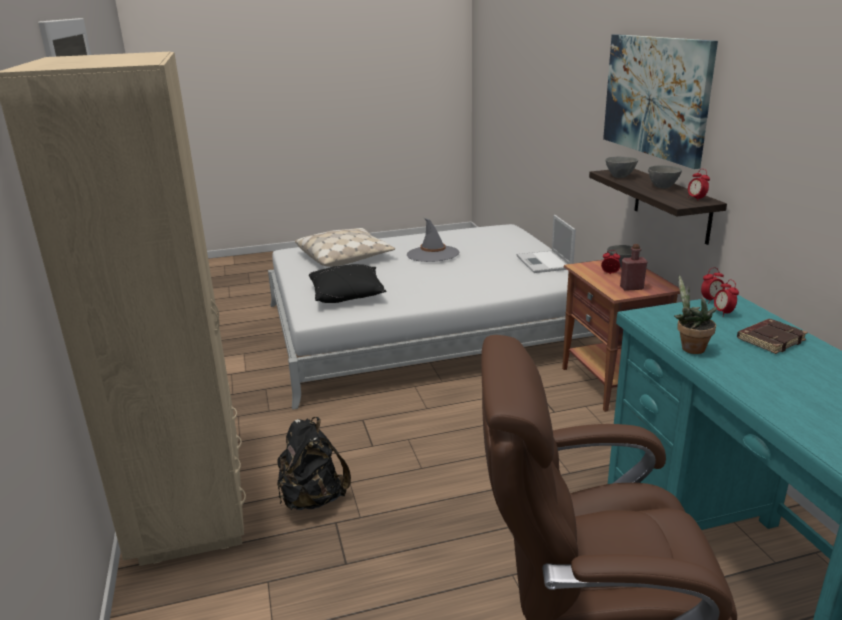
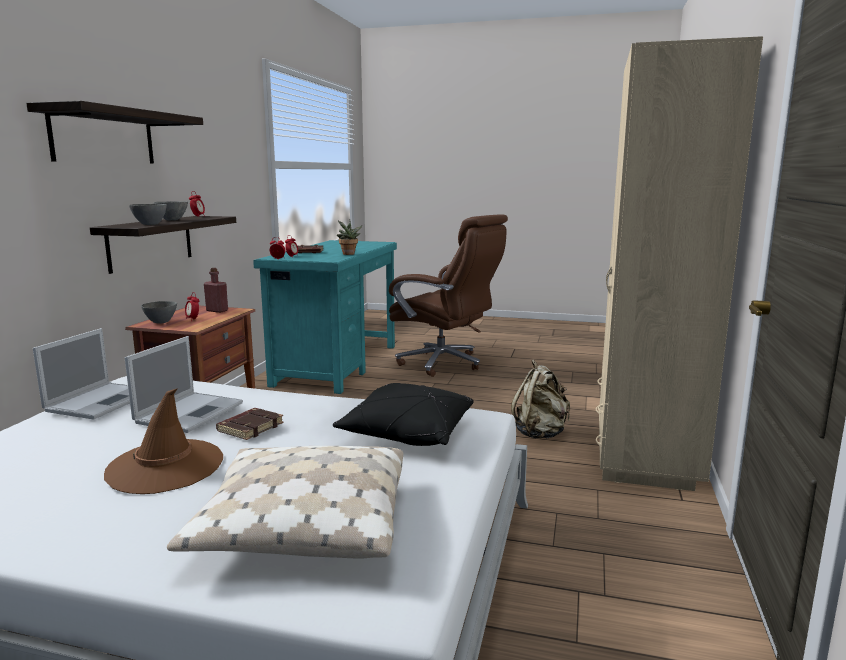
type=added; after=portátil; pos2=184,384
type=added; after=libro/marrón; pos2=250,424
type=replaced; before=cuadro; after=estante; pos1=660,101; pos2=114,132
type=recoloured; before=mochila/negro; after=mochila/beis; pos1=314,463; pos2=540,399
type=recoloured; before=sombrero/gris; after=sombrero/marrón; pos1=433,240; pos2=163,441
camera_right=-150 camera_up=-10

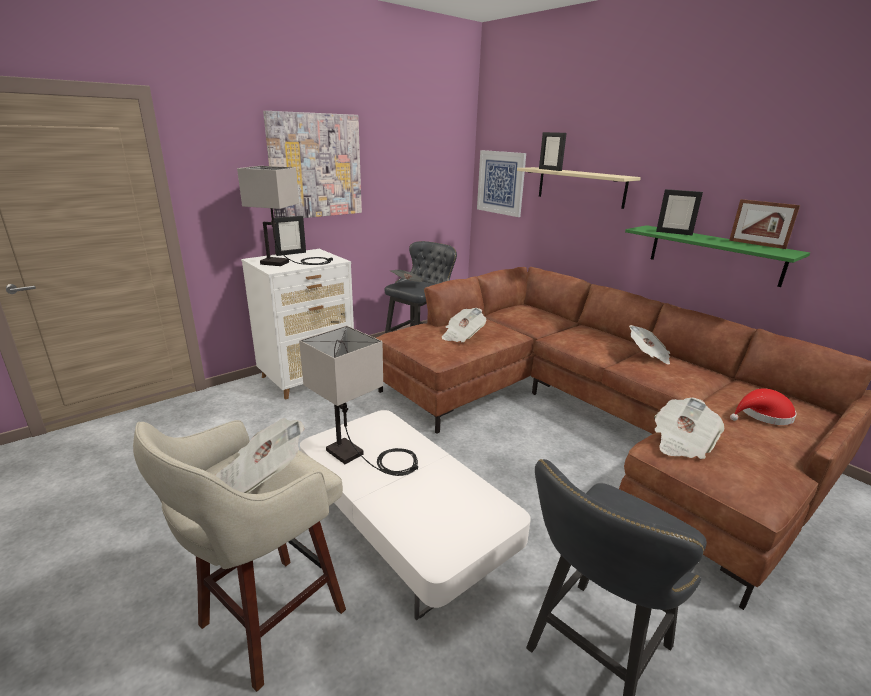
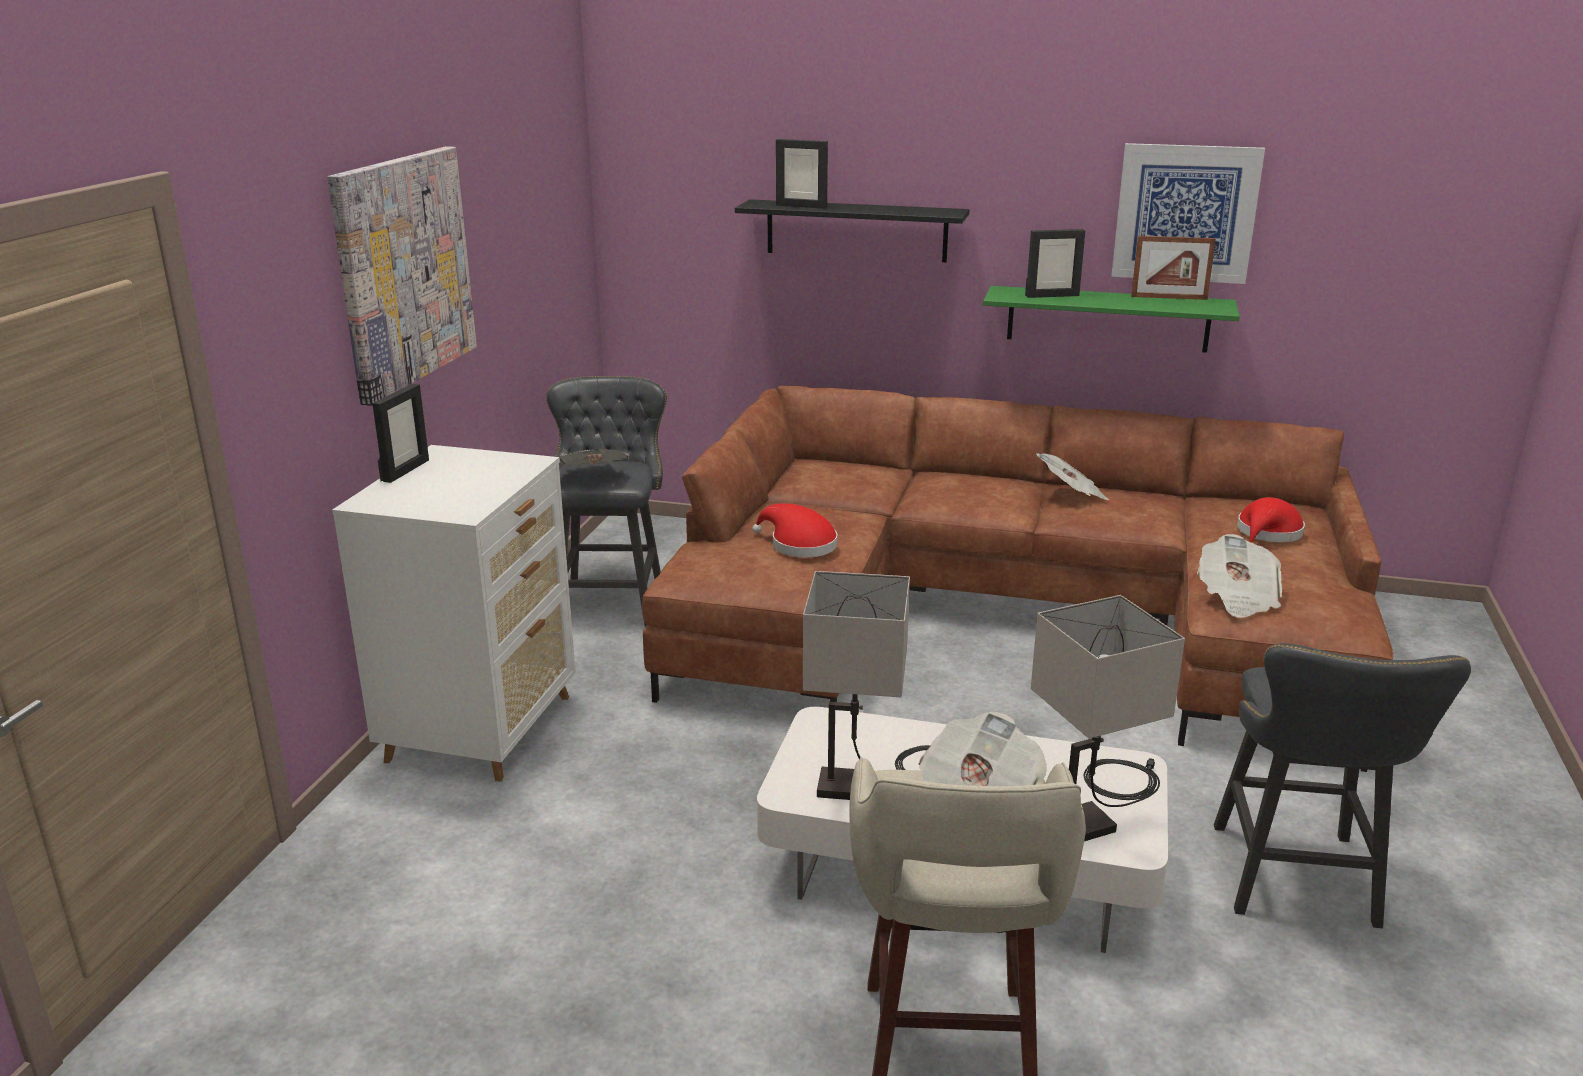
type=moved; before=lámpara de mesa; pos1=285,216; pos2=1108,718
type=moved; before=cuadro; pos1=501,183; pos2=1188,213
type=replaced; before=periódico; after=sombrero/rojo; pos1=463,325; pos2=795,530
type=recoloured; before=estante/beis; after=estante/negro; pos1=579,188; pos2=852,230
camera_right=-35 camera_up=0

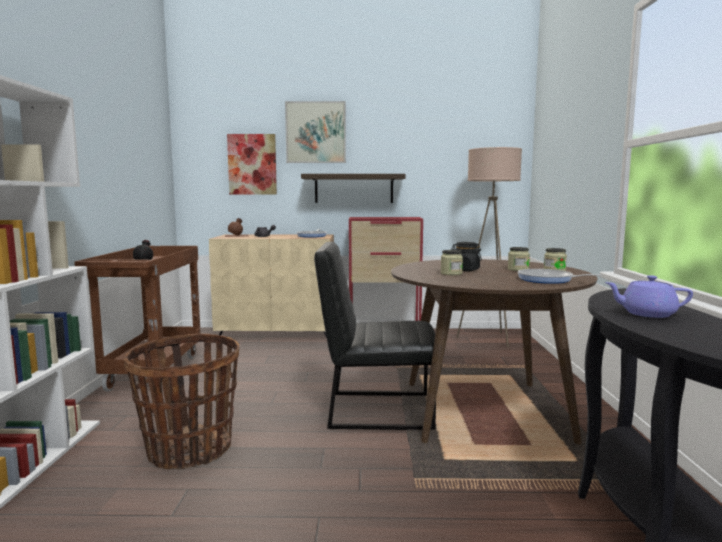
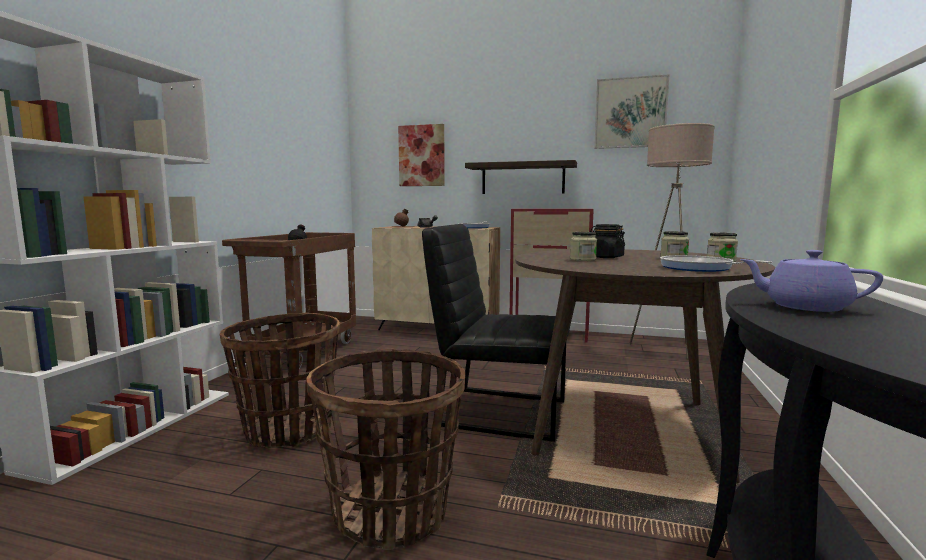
type=added; after=cesta; pos2=386,449
type=moved; before=cuadro; pos1=315,132; pos2=632,111
camera_right=15 camera_up=0

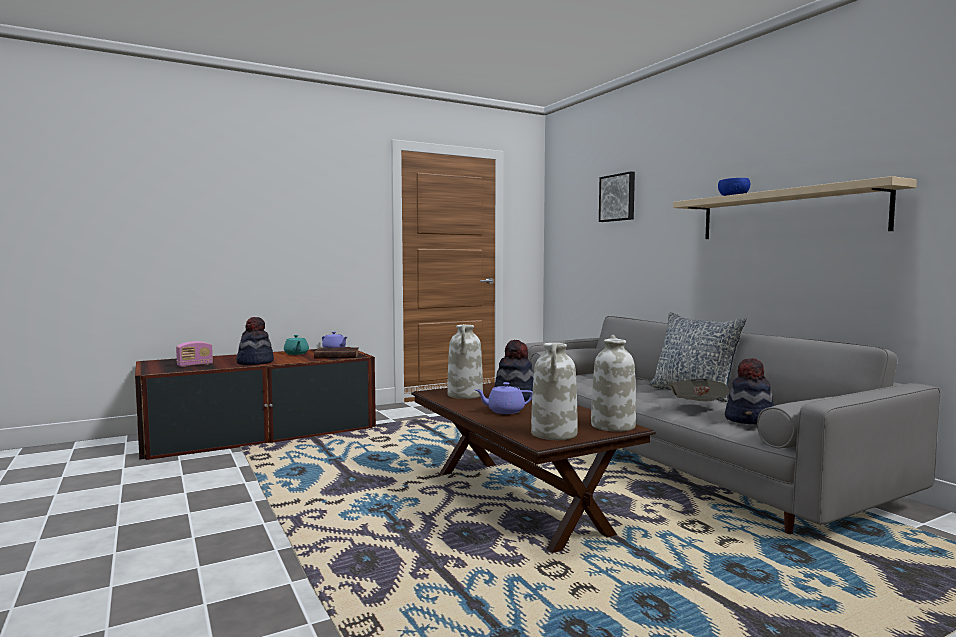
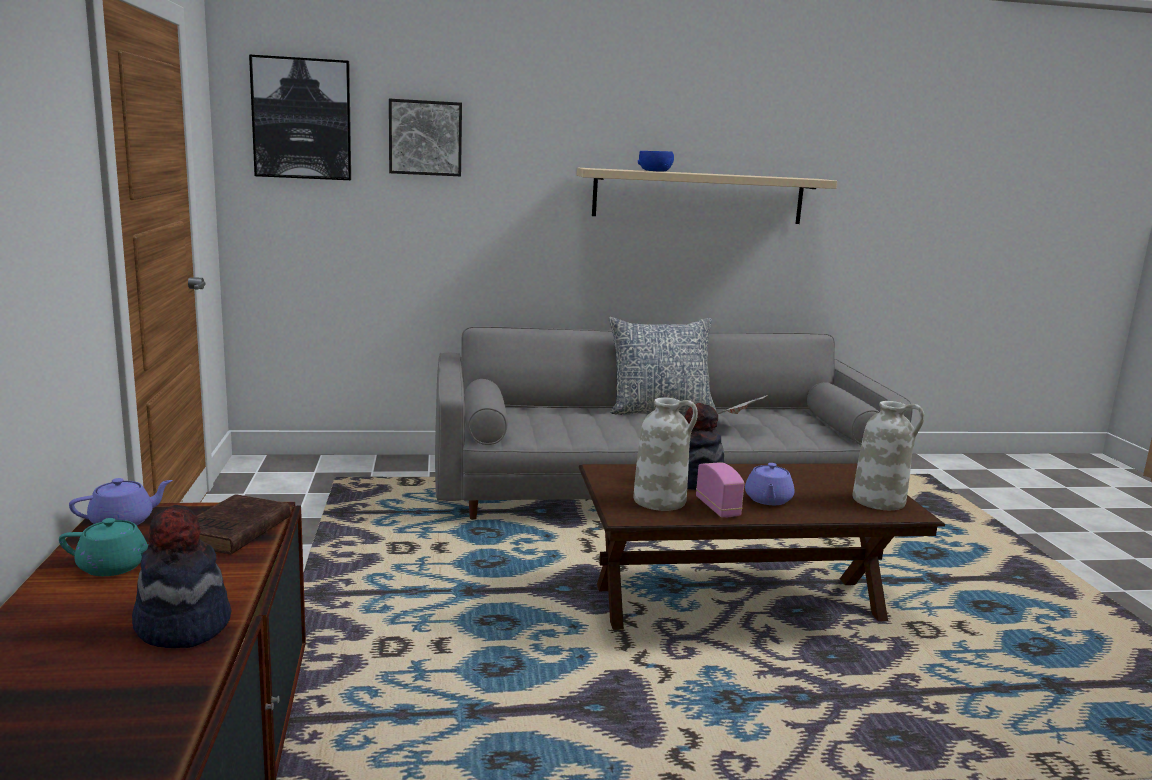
type=removed; before=florero/blanco; pos1=613,383
type=removed; before=sombrero; pos1=749,391
type=added; after=cuadro; pos2=300,117
type=moved; before=radio; pos1=194,354; pos2=720,489
camera_right=-70 camera_up=10

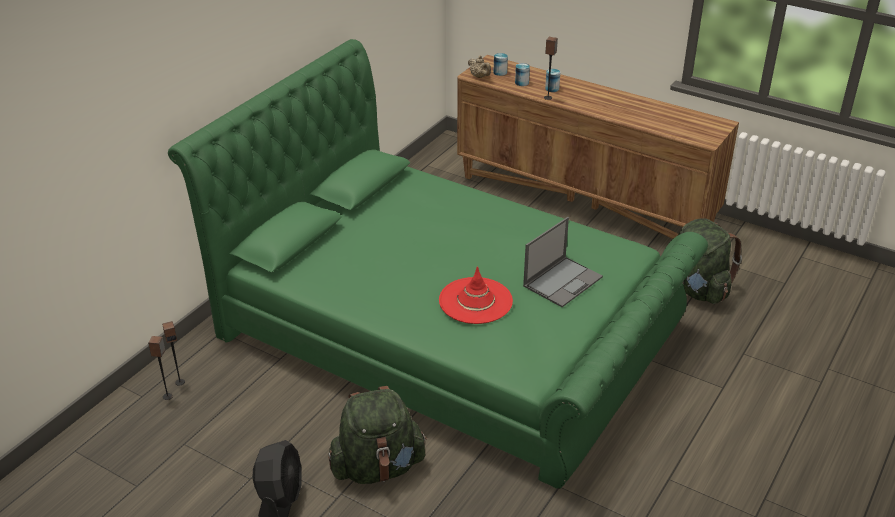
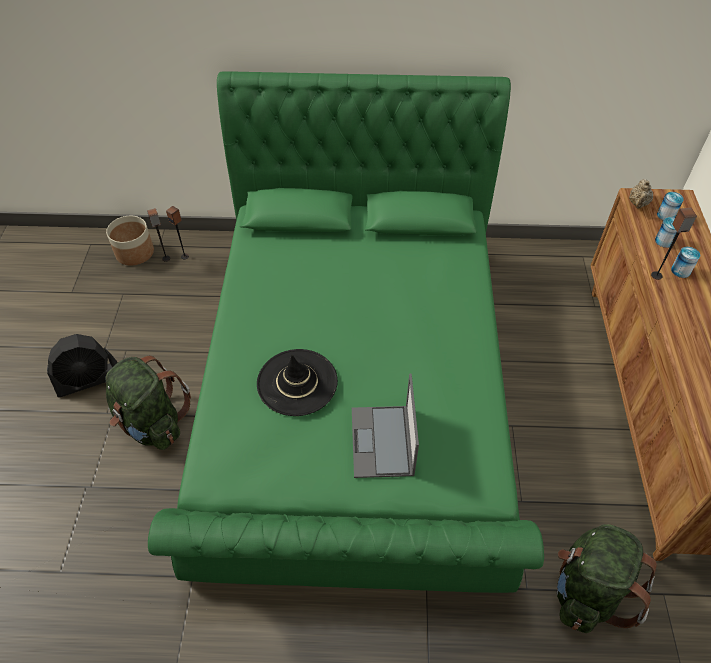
type=added; after=maceta; pos2=130,241
type=recoloured; before=sombrero/rojo; after=sombrero/negro; pos1=476,295; pos2=297,382
type=turned; before=portátil; pos1=563,262; pos2=385,425; turn=75
camera_right=60 camera_up=15

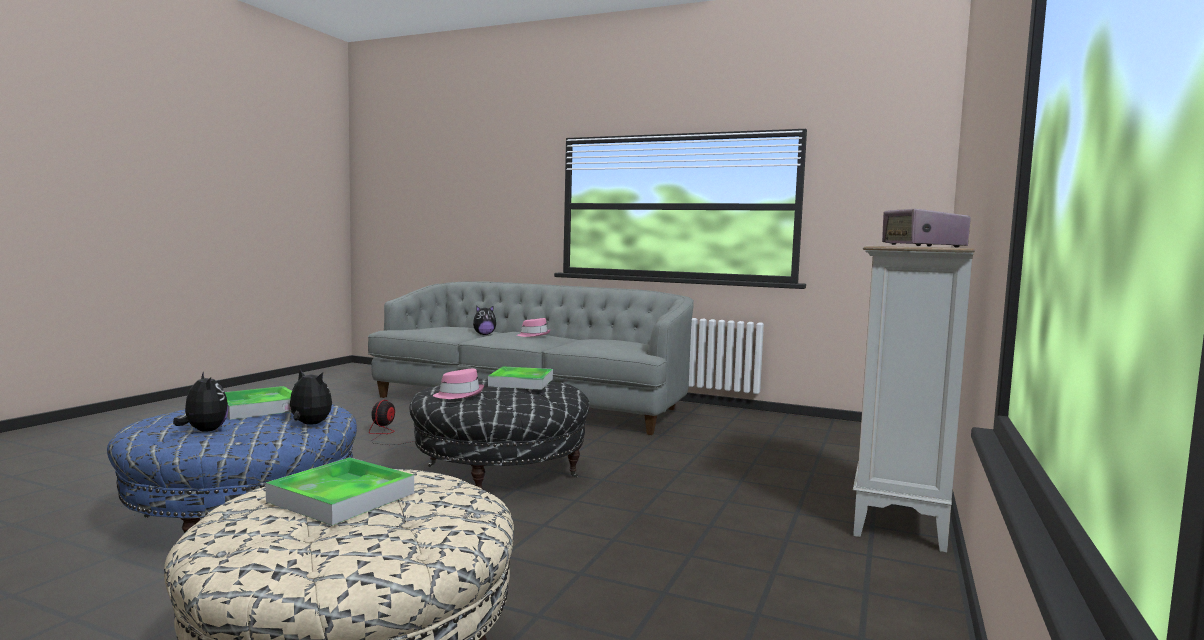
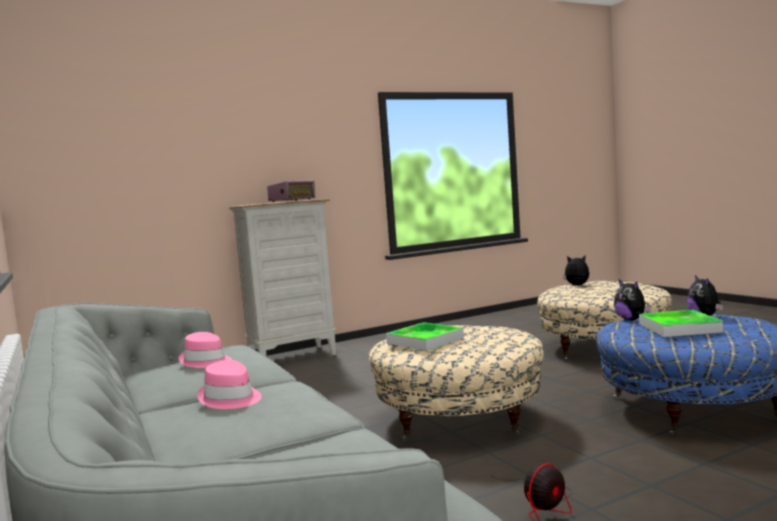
type=removed; before=bandeja; pos1=339,491
type=moved; before=sombrero/rosa; pos1=458,384; pos2=205,350
type=moved; before=peluche; pos1=484,320; pos2=576,270
type=recoloured; before=puf/negro; after=puf/beis; pos1=499,434; pos2=456,383
camera_right=-140 camera_up=0

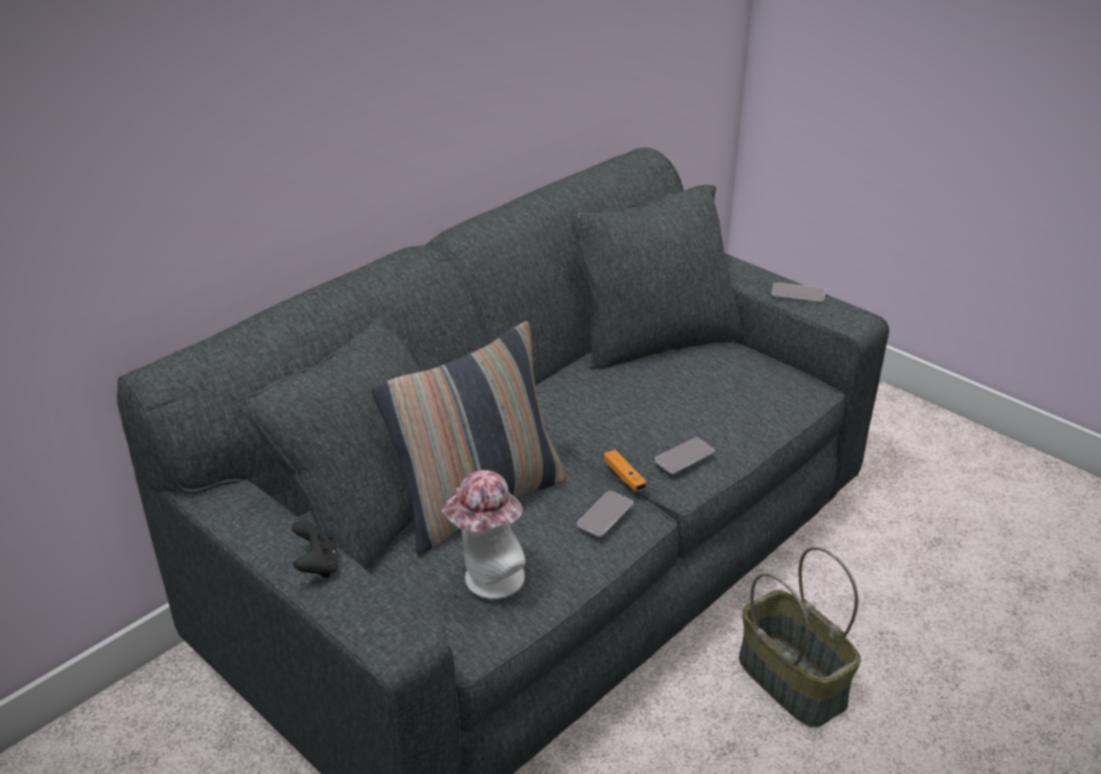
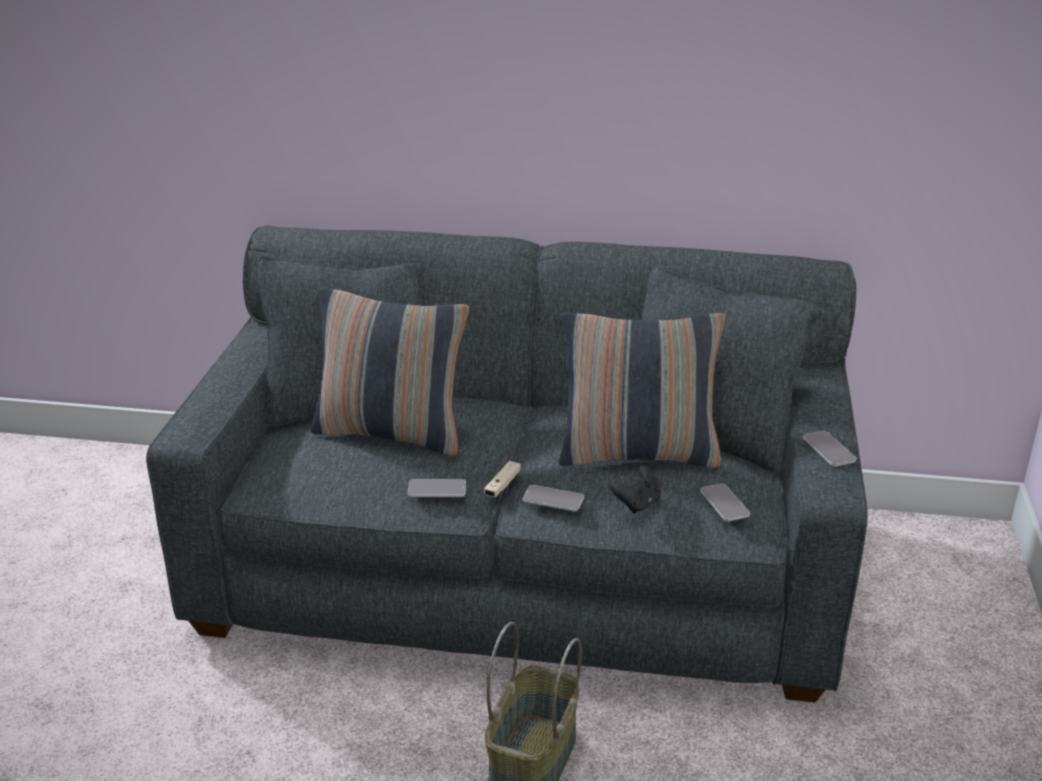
type=removed; before=sombrero; pos1=483,534
type=added; after=cojín; pos2=642,390
type=added; after=móvil; pos2=725,503
type=moved; before=mando de consola/negro; pos1=315,549; pos2=636,489
type=recoloured; before=mando de consola/naranja; after=mando de consola/beis; pos1=625,471; pos2=502,479
camera_right=55 camera_up=-5

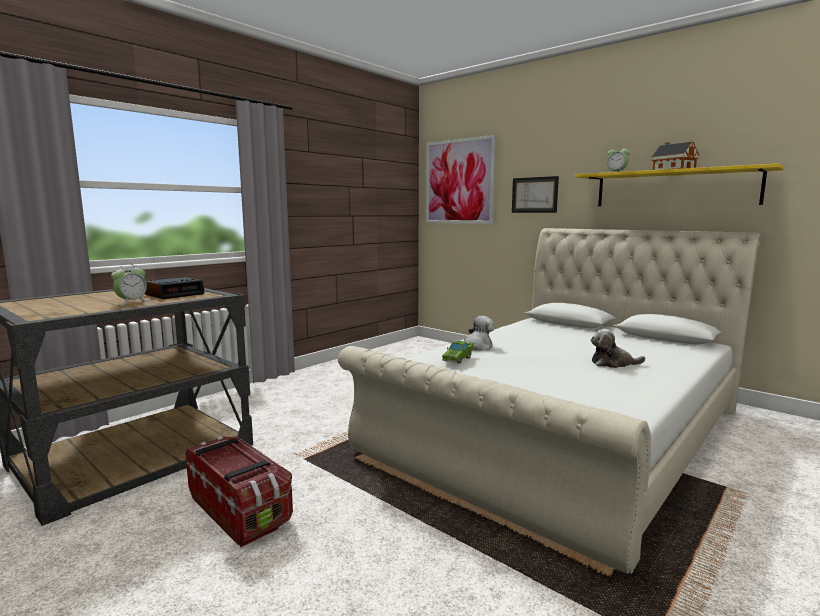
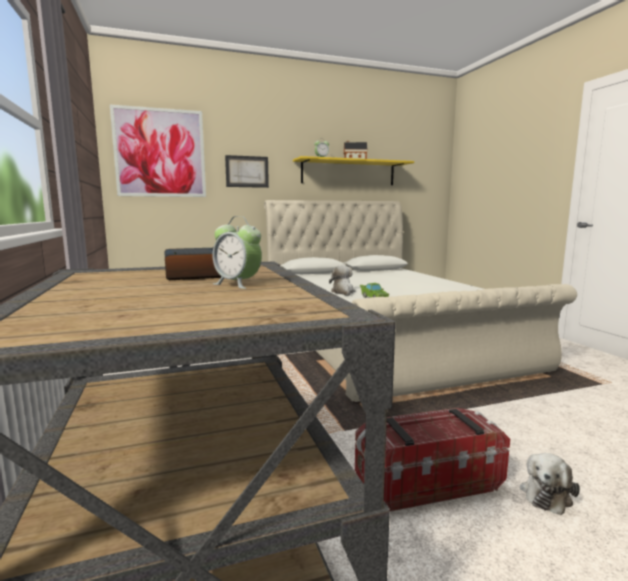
type=moved; before=peluche; pos1=618,348; pos2=550,484
type=turned; before=despertador; pos1=129,284; pos2=237,252; turn=150
camera_right=-60 camera_up=0

